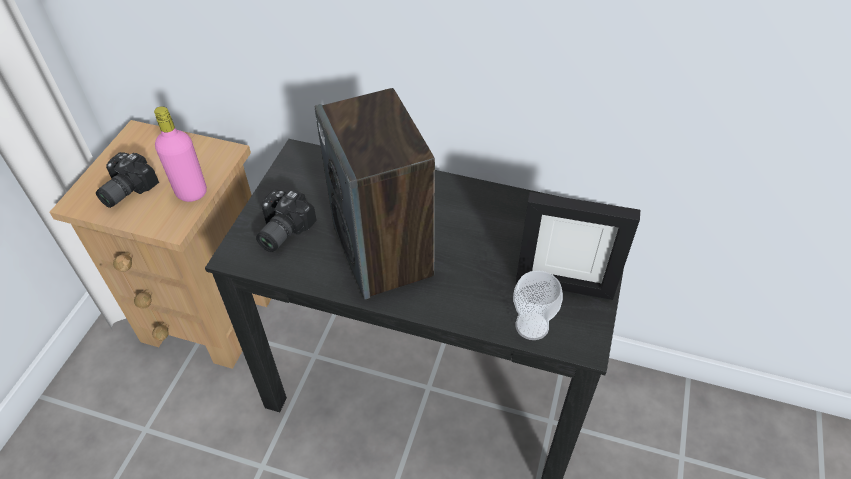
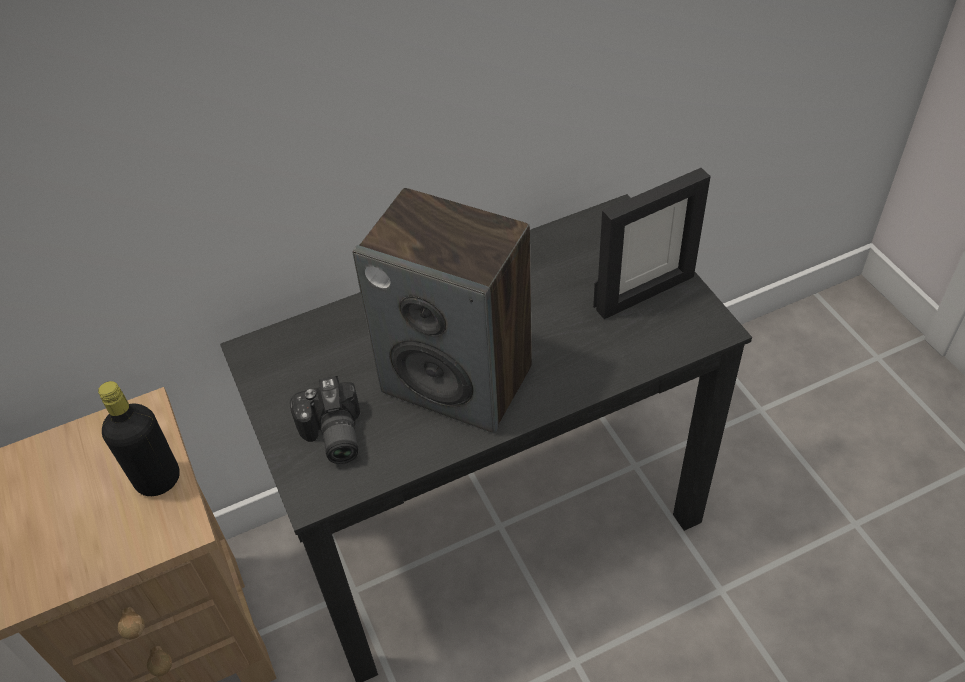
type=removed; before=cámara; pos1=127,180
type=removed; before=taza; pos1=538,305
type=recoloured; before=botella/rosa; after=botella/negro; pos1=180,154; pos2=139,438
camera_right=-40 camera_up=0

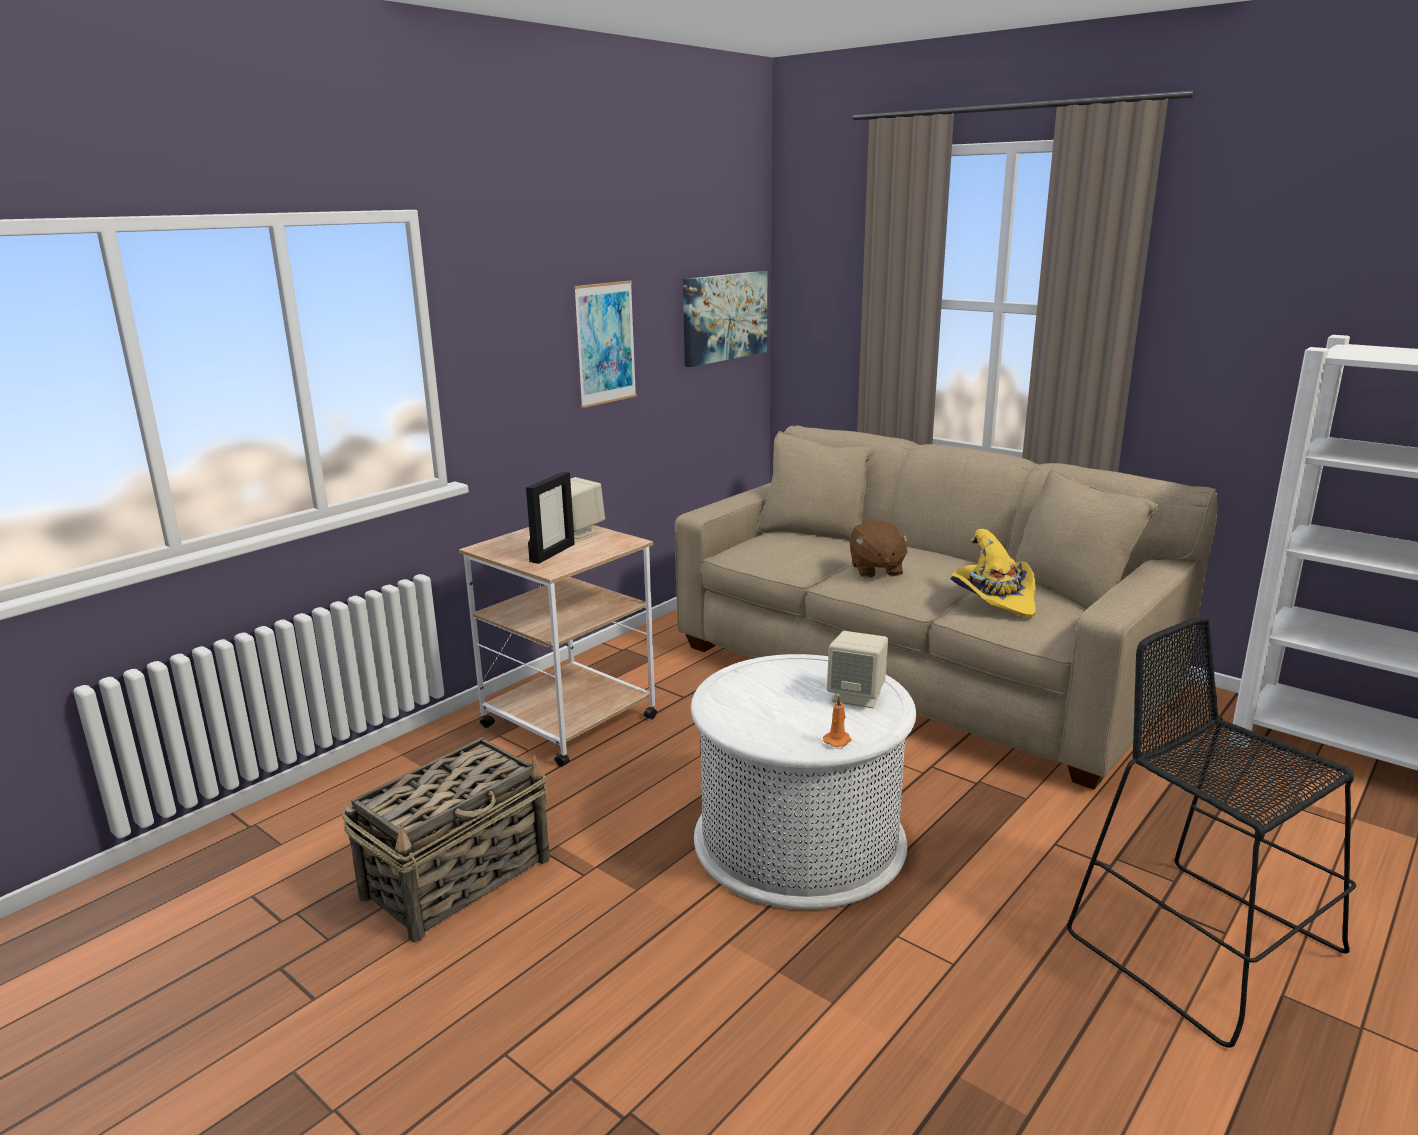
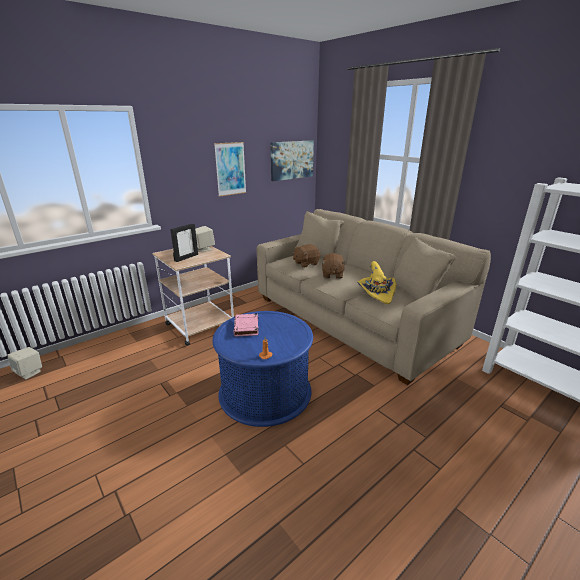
type=removed; before=cesta; pos1=446,840
type=removed; before=taburete/negro; pos1=1211,832
type=added; after=libro/rosa; pos2=246,325
type=added; after=peluche/marrón; pos2=306,256
type=moved; before=altavoz/beis; pos1=857,669; pos2=24,363
type=recoloured; before=mesa de centro/blanco; after=mesa de centro/azul; pos1=803,782; pos2=262,369
camera_right=10 camera_up=5

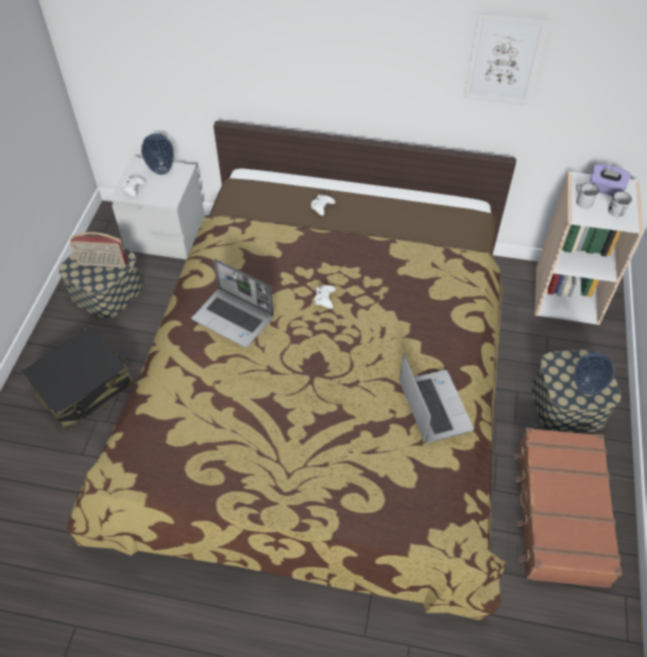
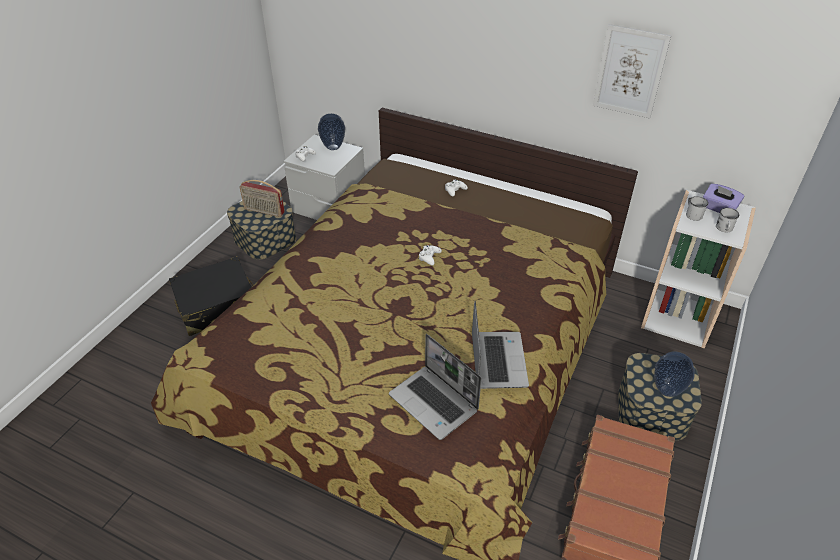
type=moved; before=portátil; pos1=232,303; pos2=435,387
camera_right=15 camera_up=-10

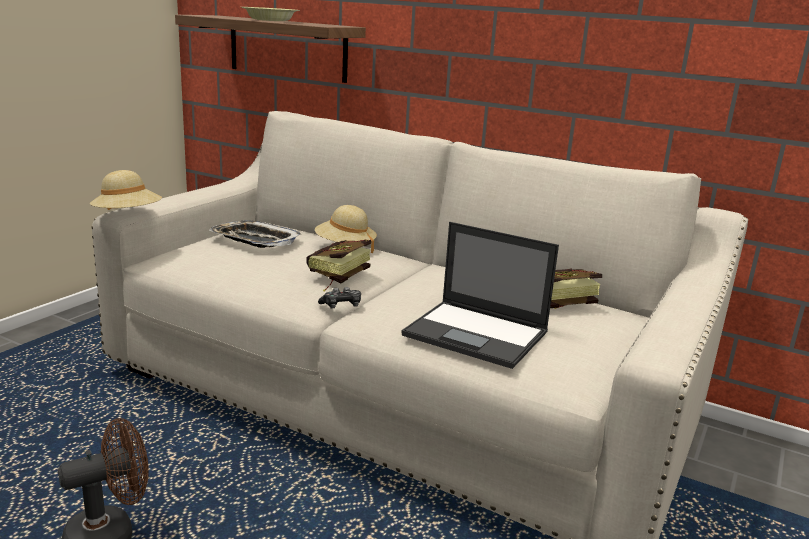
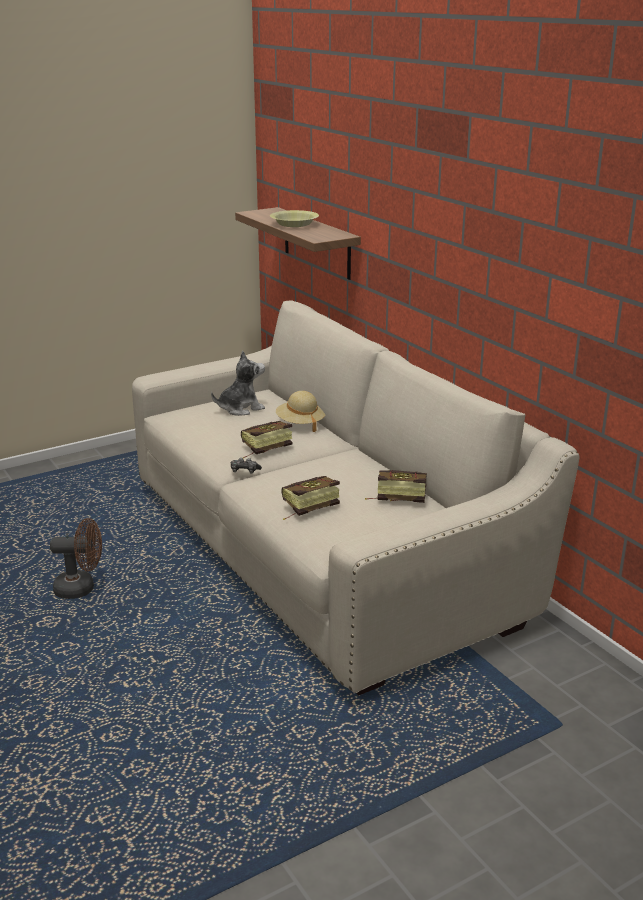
type=removed; before=sombrero/beis; pos1=126,190
type=replaced; before=bandeja; after=peluche; pos1=255,234; pos2=238,383
type=replaced; before=portátil; after=libro; pos1=480,295; pos2=310,498
camera_right=30 camera_up=5

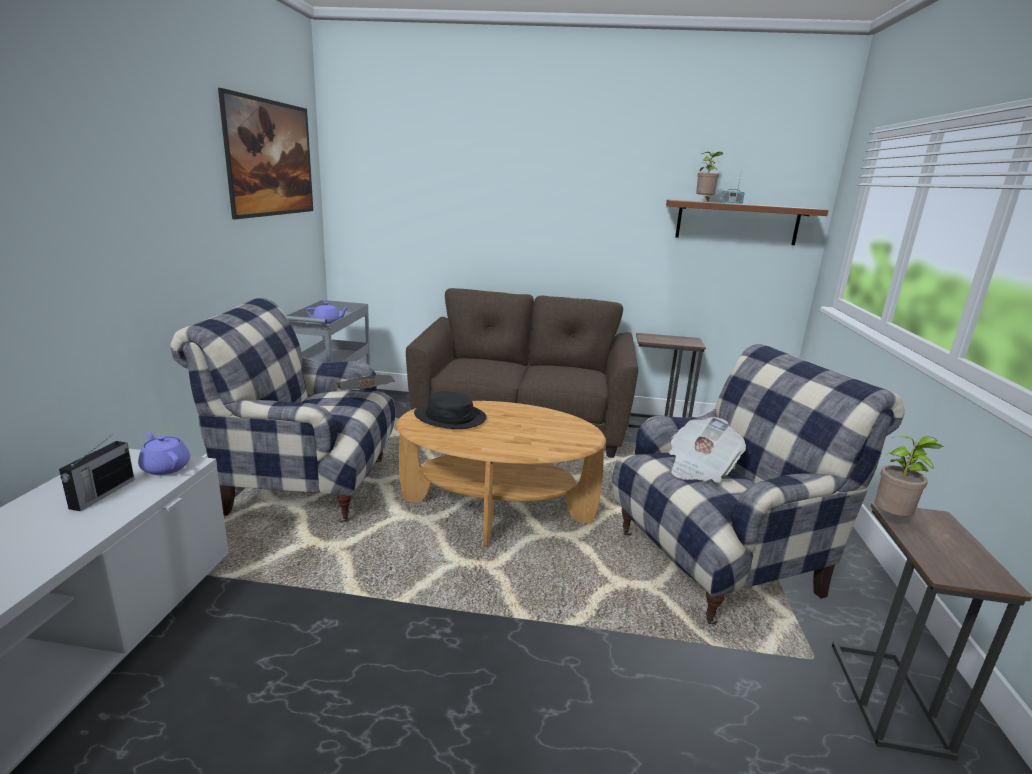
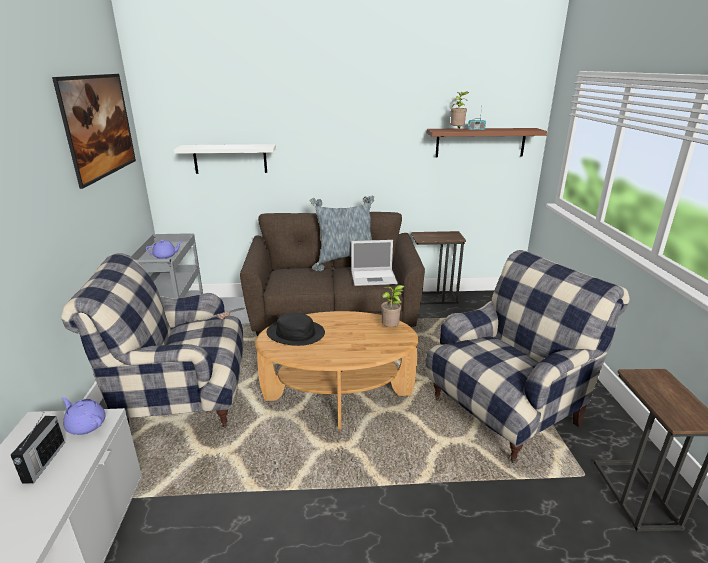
type=removed; before=periódico; pos1=707,449
type=added; after=estante/blanco; pos2=225,159
type=added; after=cojín; pos2=342,233
type=added; after=portátil; pos2=374,263
type=moved; before=planta en maceta; pos1=909,476; pos2=393,306
camera_right=-10 camera_up=5

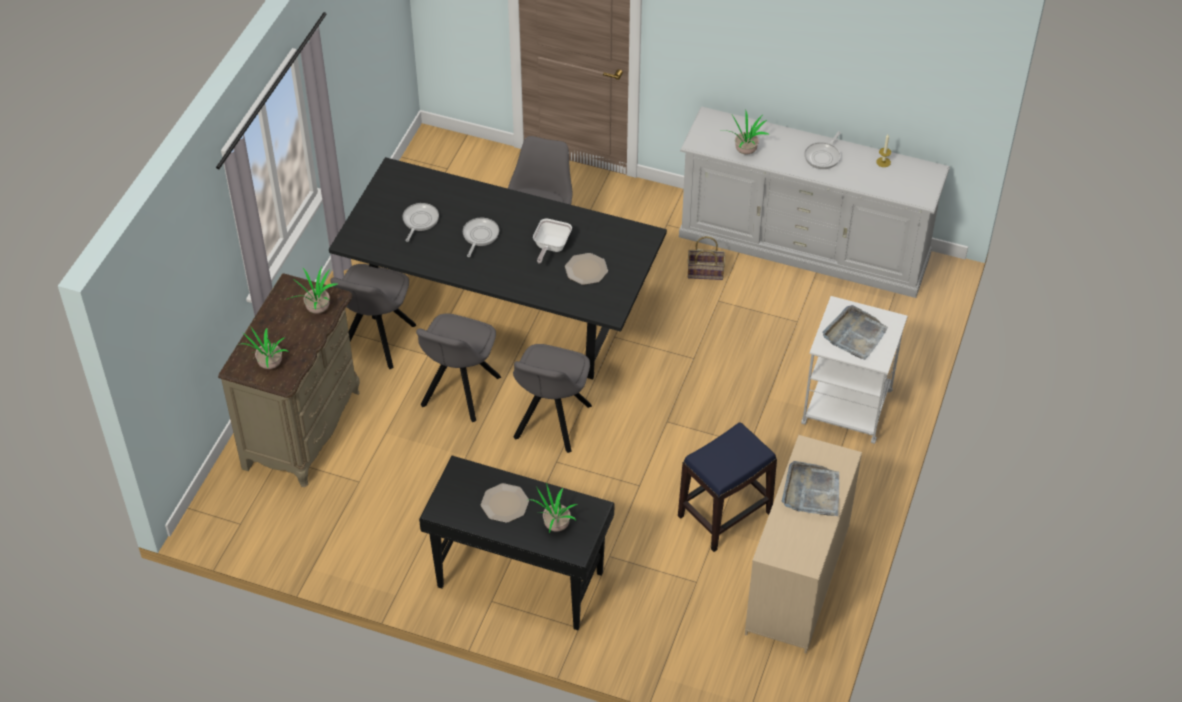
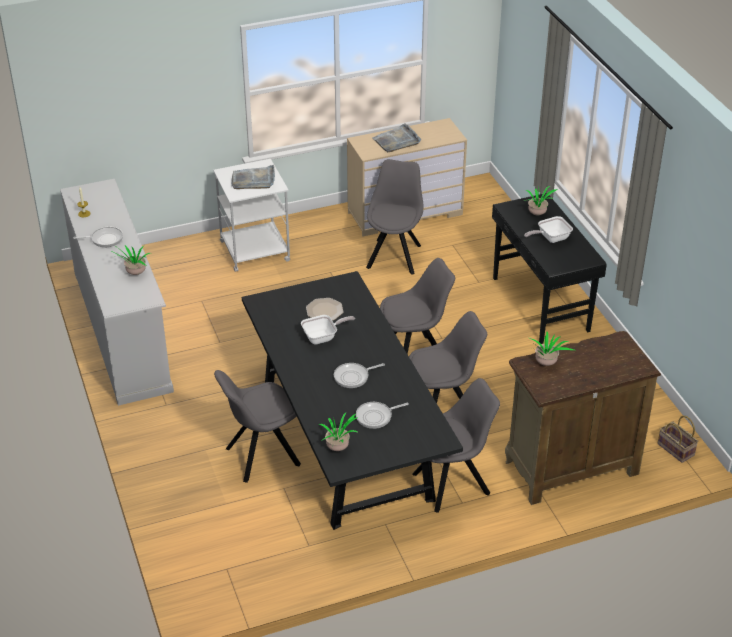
type=moved; before=planta en maceta; pos1=263,348; pos2=339,431
type=moved; before=cesta; pos1=706,258; pos2=677,439
type=replaced; before=plato; after=sartén; pos1=505,503; pos2=548,229
type=replaced; before=taburete; after=silla/gris; pos1=727,487; pos2=395,217
camera_right=-130 camera_up=-10

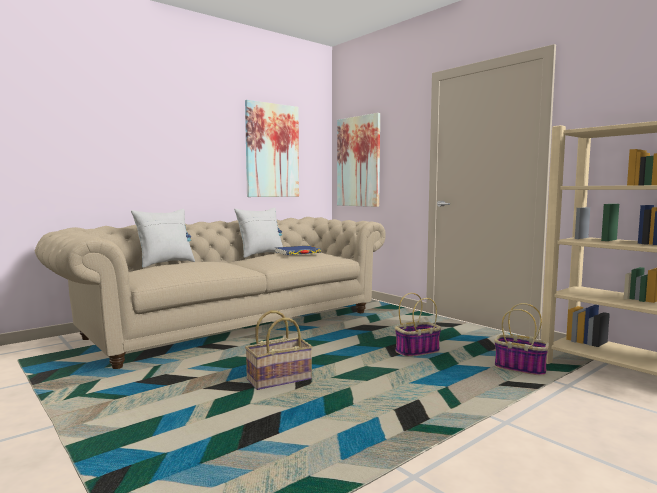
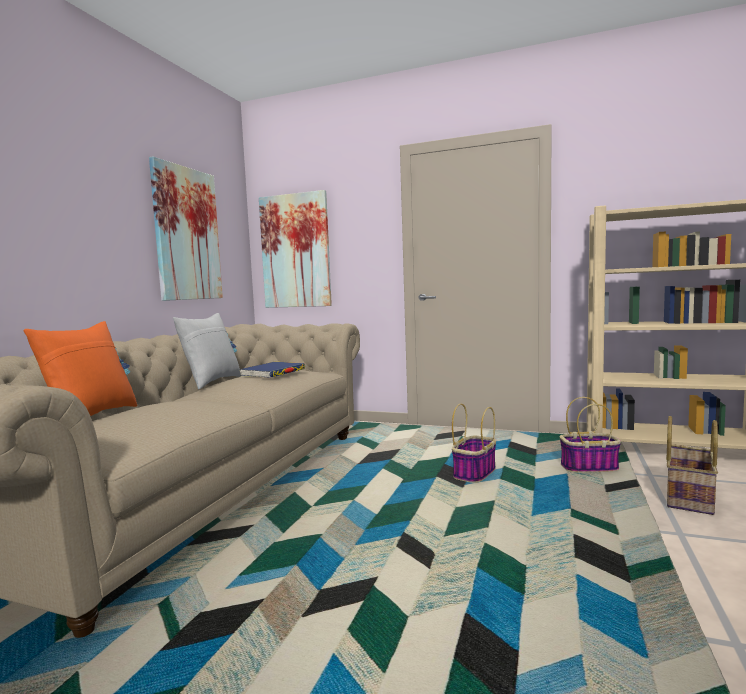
type=moved; before=cesta; pos1=279,350; pos2=692,465
type=recoloured; before=cojín/gris; after=cojín/naranja; pos1=163,238; pos2=80,368
camera_right=-30 camera_up=0

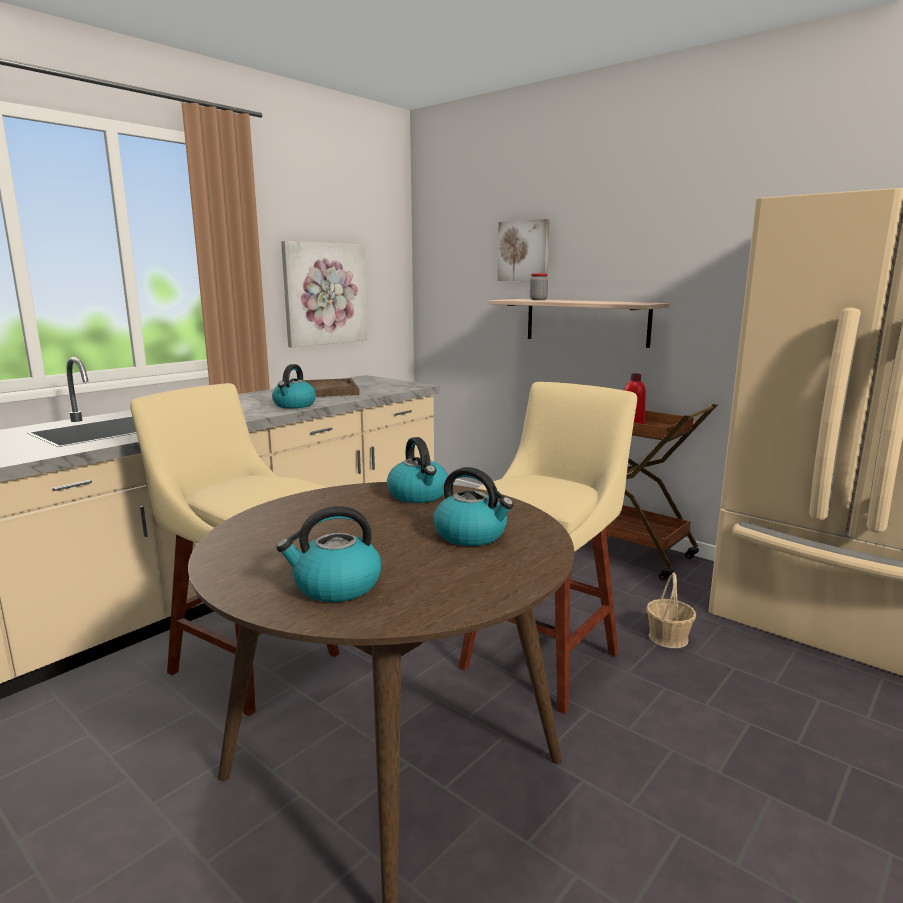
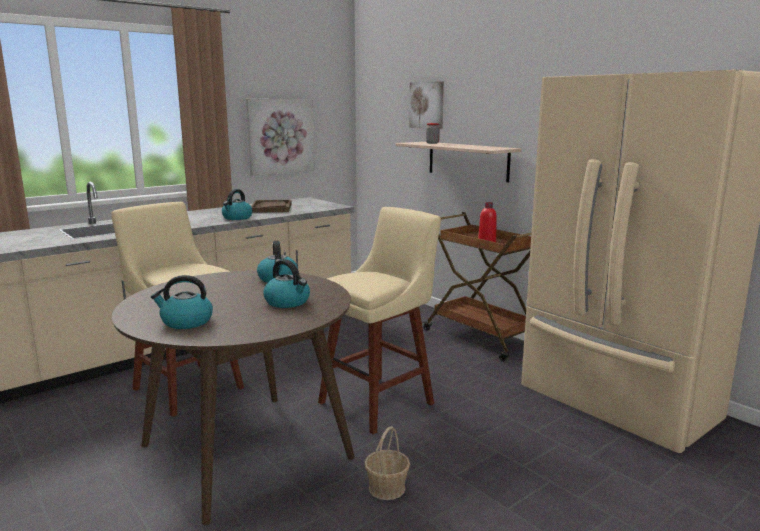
type=moved; before=cesta; pos1=671,610; pos2=387,463
camera_right=10 camera_up=0

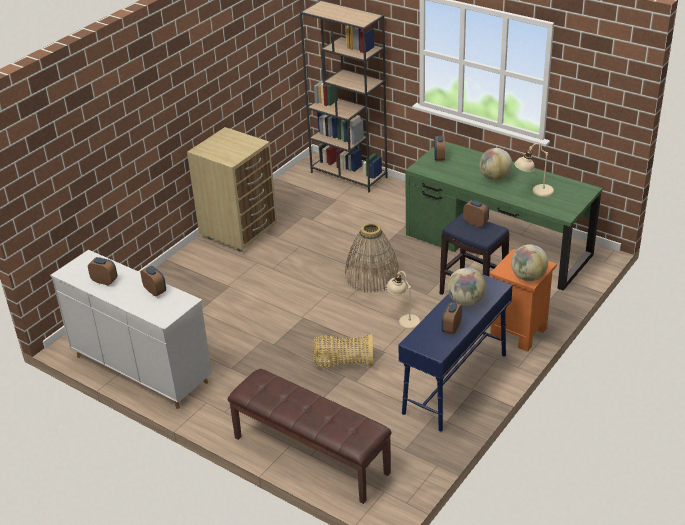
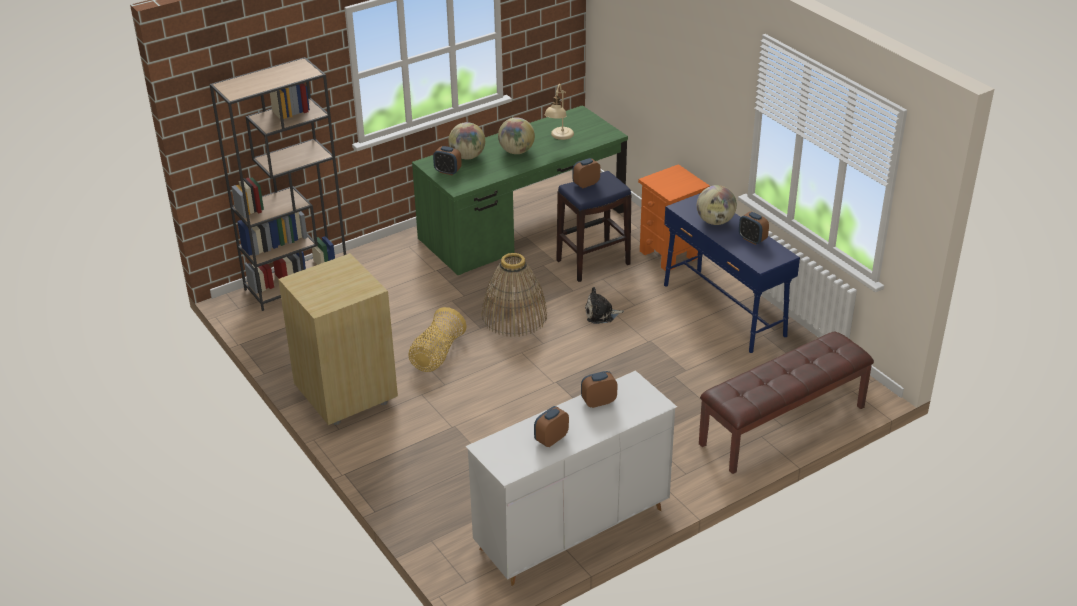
type=moved; before=cesta; pos1=342,350; pos2=437,339
type=moved; before=globo terráqueo; pos1=529,262; pos2=466,140
type=replaced; before=lámpara de mesa/beis; after=peluche; pos1=403,300; pos2=604,305
camera_right=-70 camera_up=0

